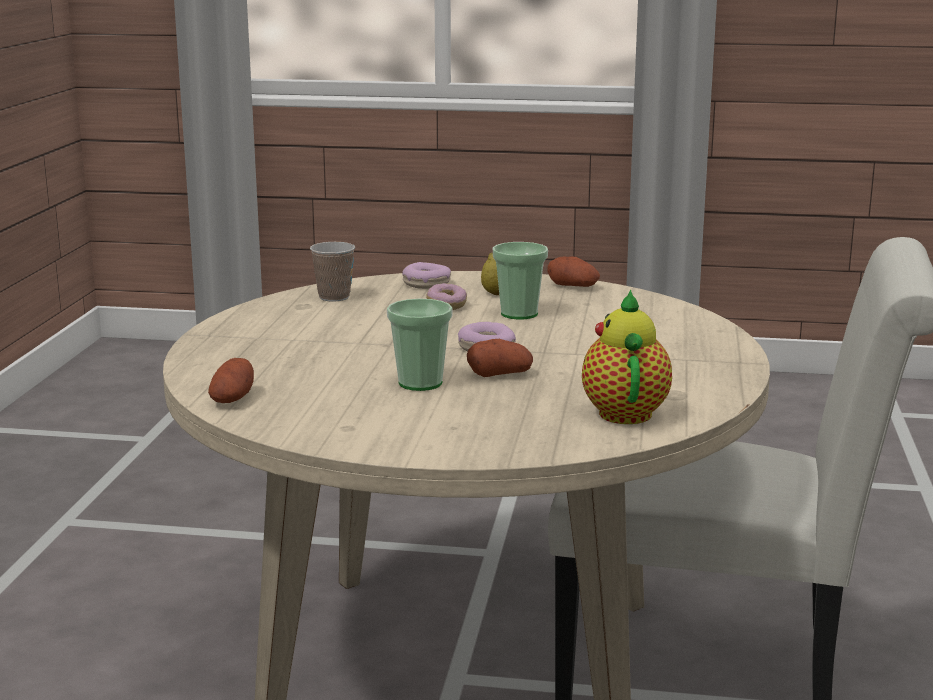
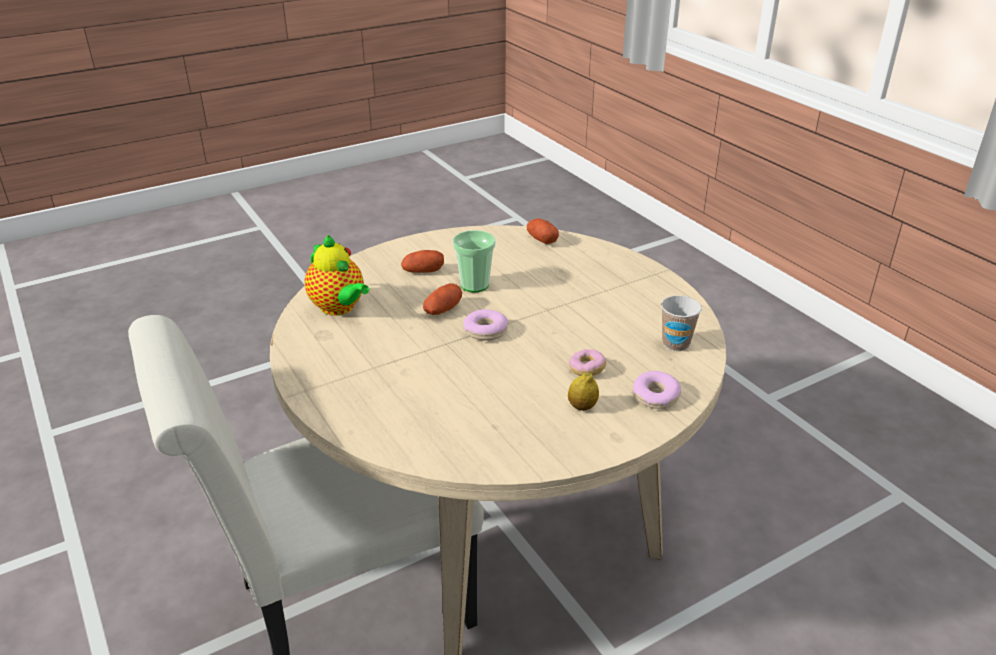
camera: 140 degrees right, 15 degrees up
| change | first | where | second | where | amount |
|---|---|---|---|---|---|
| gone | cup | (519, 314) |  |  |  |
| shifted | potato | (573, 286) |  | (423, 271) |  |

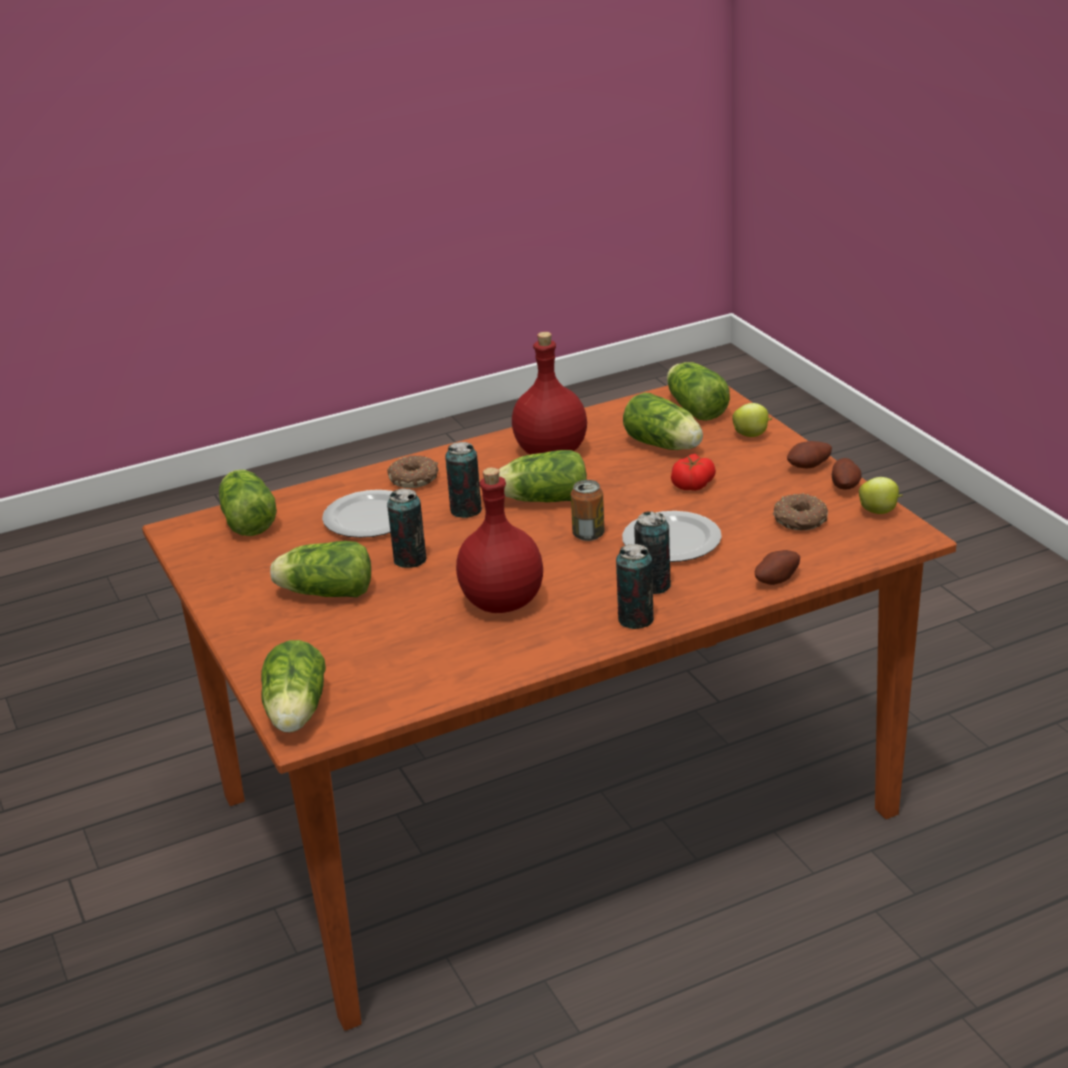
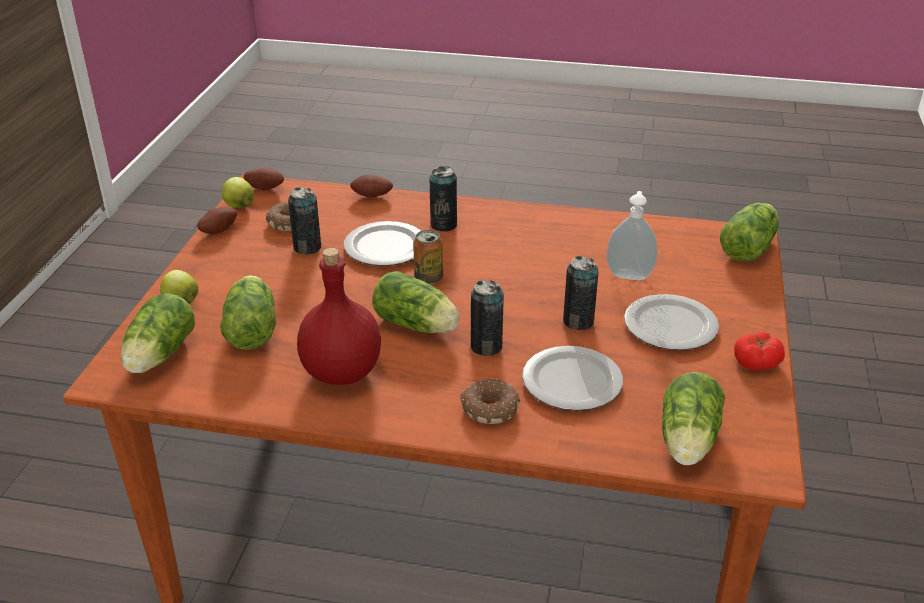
camera: 145 degrees left, 5 degrees up
| change | first | where | second | where | amount |
|---|---|---|---|---|---|
| gone | bottle (red) | (500, 603) |  |  |  |
| new |  |  | soap dispenser | (629, 274) |  |
| shifted | can | (636, 620) |  | (307, 248) |  |
| shifted | tomato | (692, 484) |  | (757, 362) |  |
| shifted | potato | (810, 467) |  | (265, 188) |  |
| swapped | lettuce | (323, 593) | plate | (670, 325) |  |

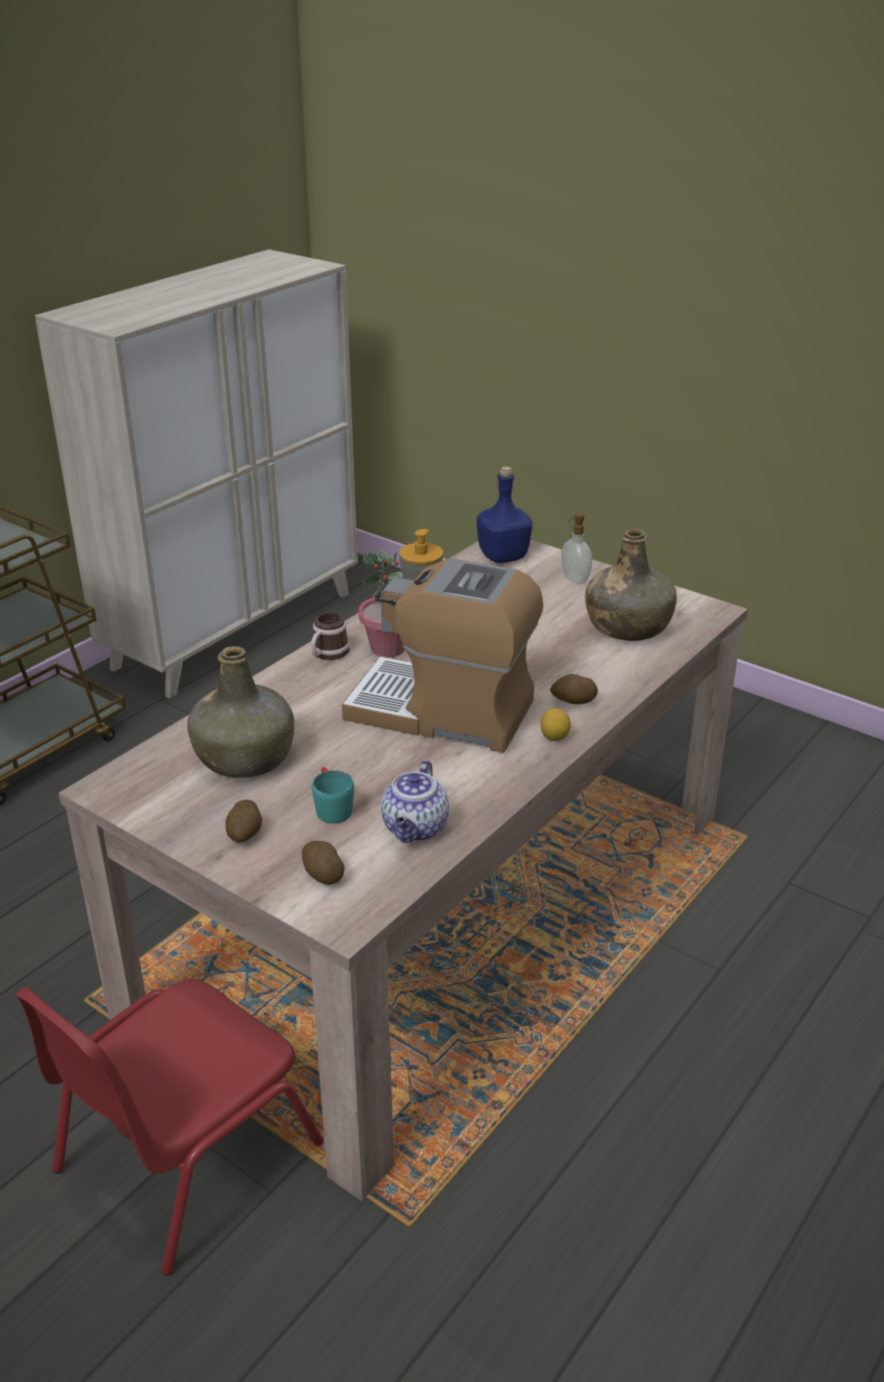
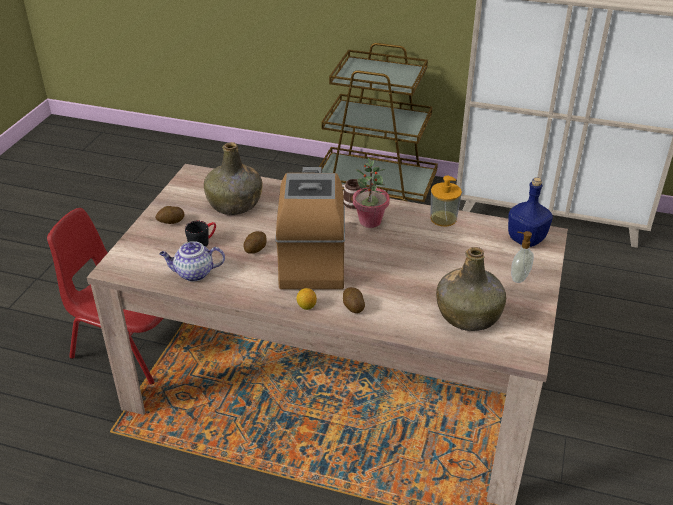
camera: 70 degrees right, 5 degrees up
| change | first | where | second | where | amount |
|---|---|---|---|---|---|
| shifted | potato | (322, 874) |  | (255, 248) |  |
| repainted | mug (turquoise) | (331, 807) | mug (black) | (202, 241) |  |

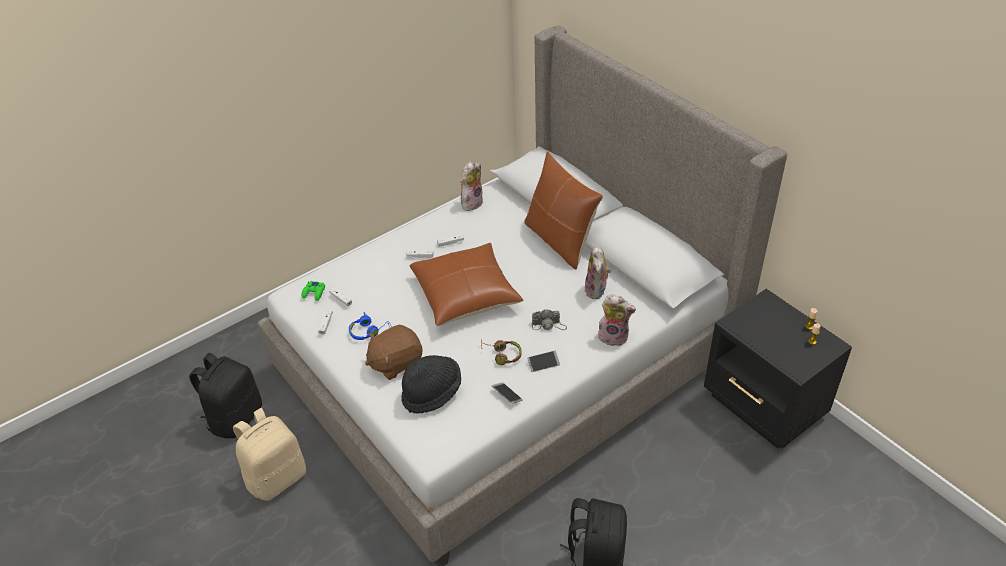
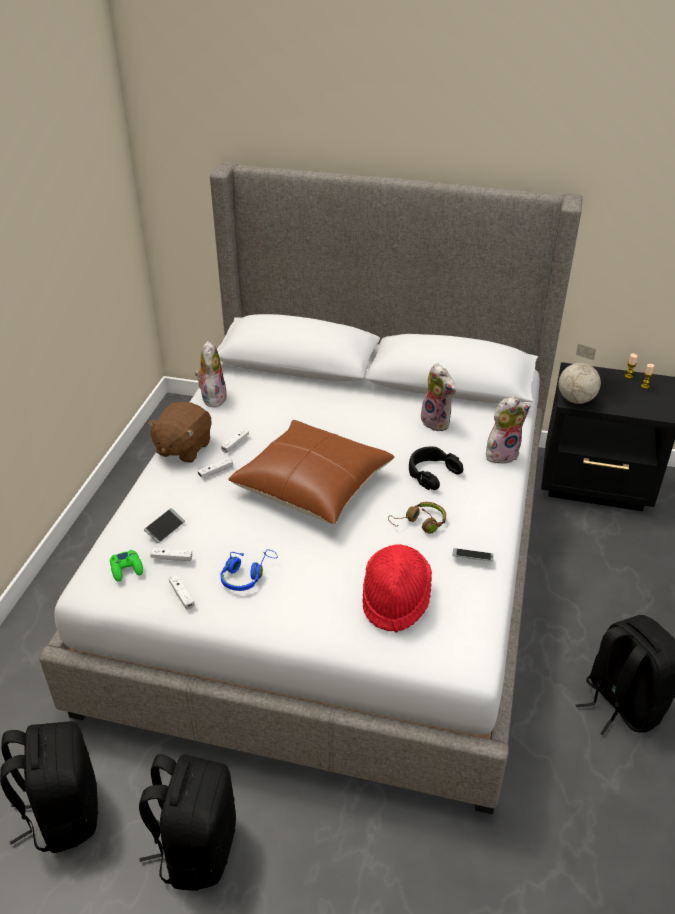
camera: 40 degrees left, 5 degrees down
| change | first | where | second | where | amount |
|---|---|---|---|---|---|
| gone | pillow (brown) | (560, 241) |  |  |  |
| new |  |  | globe | (575, 399) |  |
| shifted | plush toy (brown) | (396, 363) |  | (183, 448) |  |
| shifted | phone | (543, 363) |  | (165, 529) |  |
| swapped | photo camera | (549, 325) | headphones (black) | (432, 473) |  |
| repainted | backpack (beige) | (277, 477) | backpack (black) | (196, 848) |  |
| repainted | hat (black) | (432, 393) | hat (red) | (395, 599) |  |

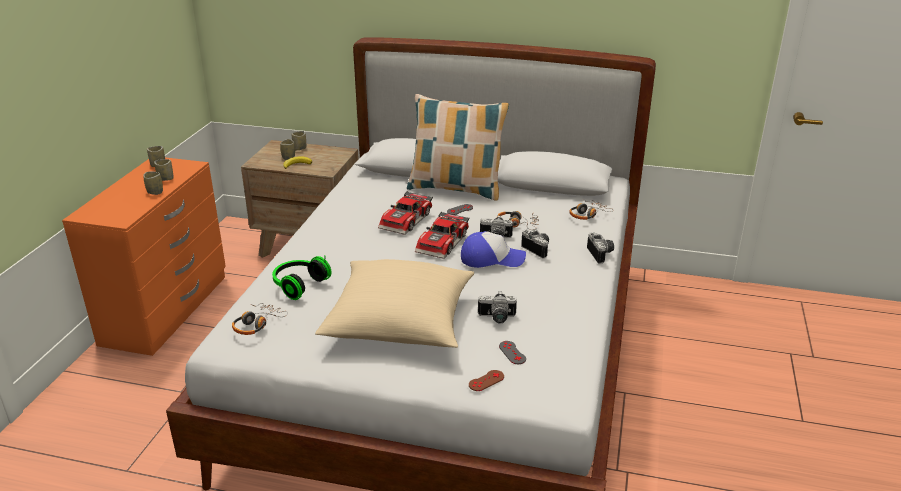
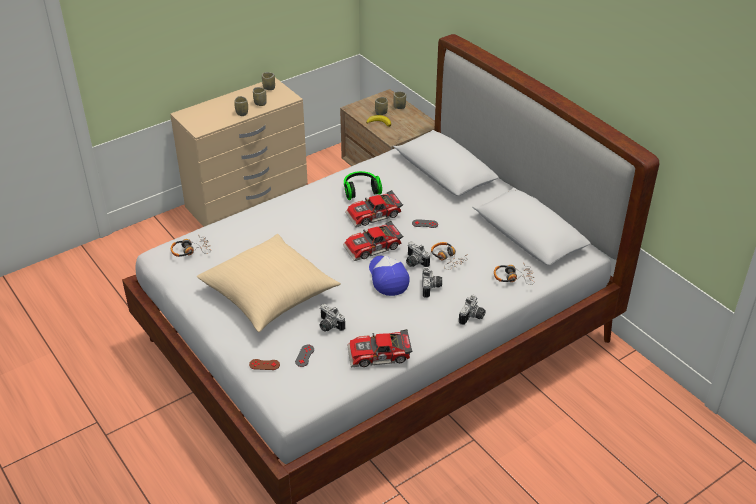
camera: 40 degrees right, 10 degrees up
| change | first | where | second | where | amount |
|---|---|---|---|---|---|
| gone | pillow | (456, 188) |  |  |  |
| new |  |  | toy car | (379, 356) |  |
| shifted | headphones | (298, 285) |  | (361, 190) |  |
| repainted | dresser (orange) | (167, 309) | dresser (beige) | (248, 199) |  |
| rotated | cap | (491, 258) |  | (387, 278) | 150 degrees counterclockwise |

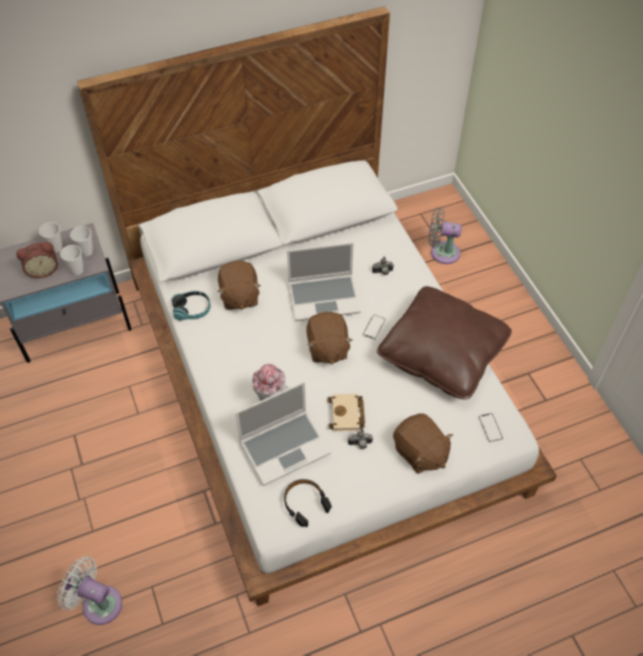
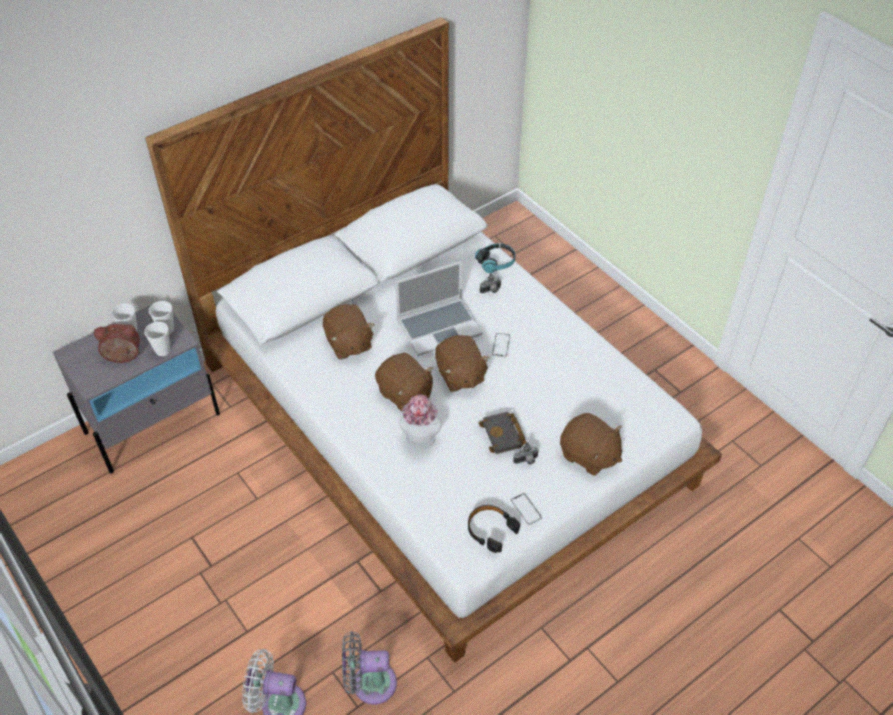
camera: 15 degrees left, 5 degrees down
| change | first | where | second | where | amount |
|---|---|---|---|---|---|
| gone | laptop | (285, 446) |  |  |  |
| gone | pillow (brown) | (442, 353) |  |  |  |
| new |  |  | plush toy (brown) | (404, 394) |  |
| shifted | headphones | (192, 310) |  | (496, 262) |  |
| shifted | fan (grey) | (441, 252) |  | (369, 683) |  |
| shifted | phone | (490, 428) |  | (526, 509) |  |
| repainted | book (beige) | (347, 415) | book (black) | (504, 435) |  |
| rotated | alarm clock | (43, 270) |  | (123, 358) | 150 degrees counterclockwise |

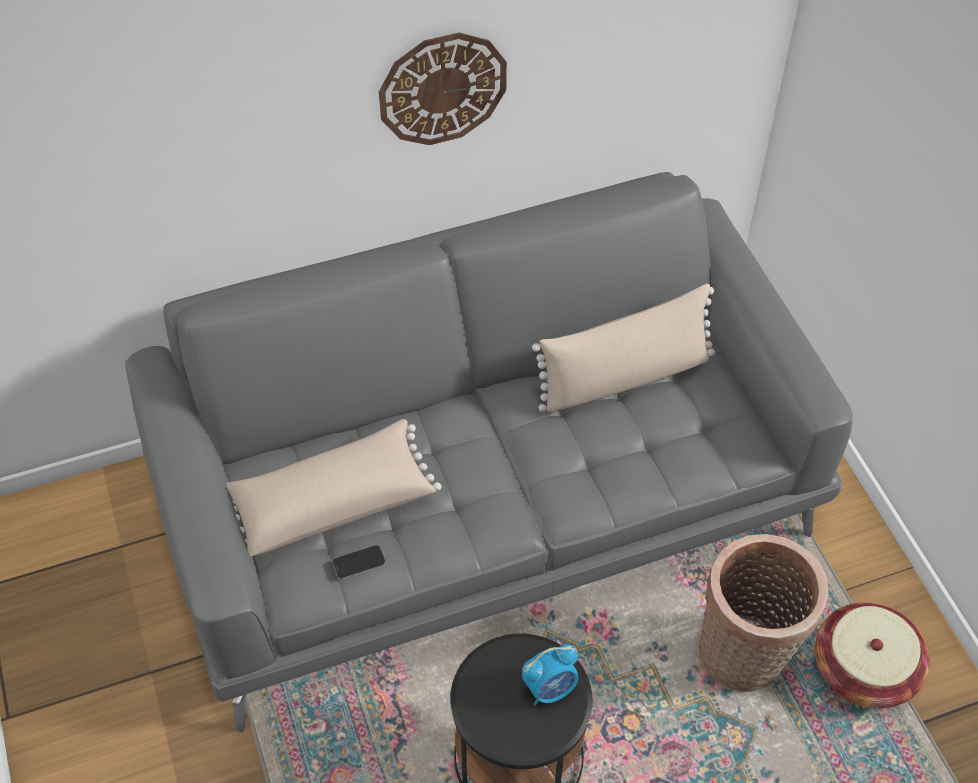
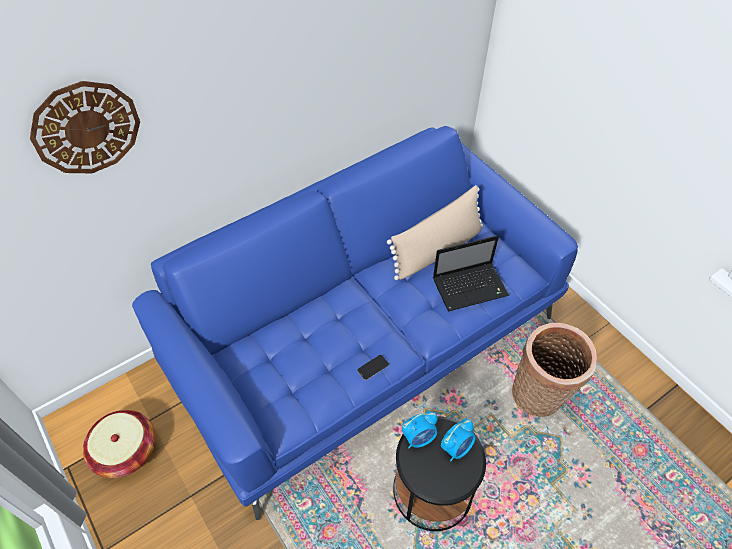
camera: 15 degrees left, 0 degrees up
| change | first | where | second | where | amount |
|---|---|---|---|---|---|
| gone | pillow (beige) | (331, 501) |  |  |  |
| new |  |  | alarm clock | (419, 438) |  |
| new |  |  | laptop | (471, 287) |  |
| shifted | phone | (359, 563) |  | (373, 367) |  |
| shifted | wall clock | (442, 88) |  | (86, 128) |  |
| shifted | basket | (864, 669) |  | (126, 451) |  |
| repainted | sofa (grey) | (488, 497) | sofa (blue) | (366, 337) |  |

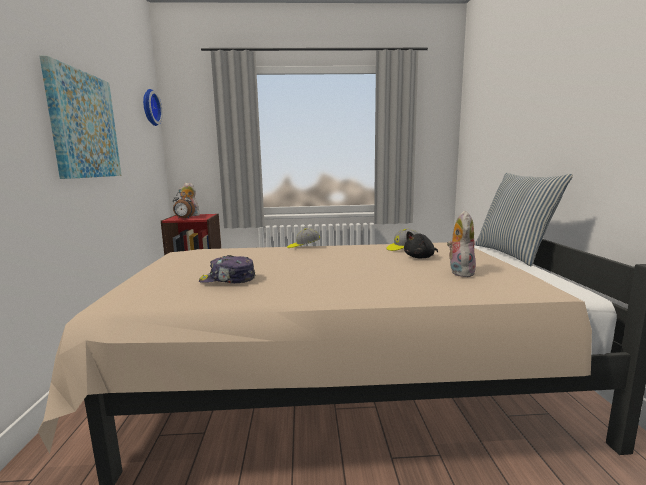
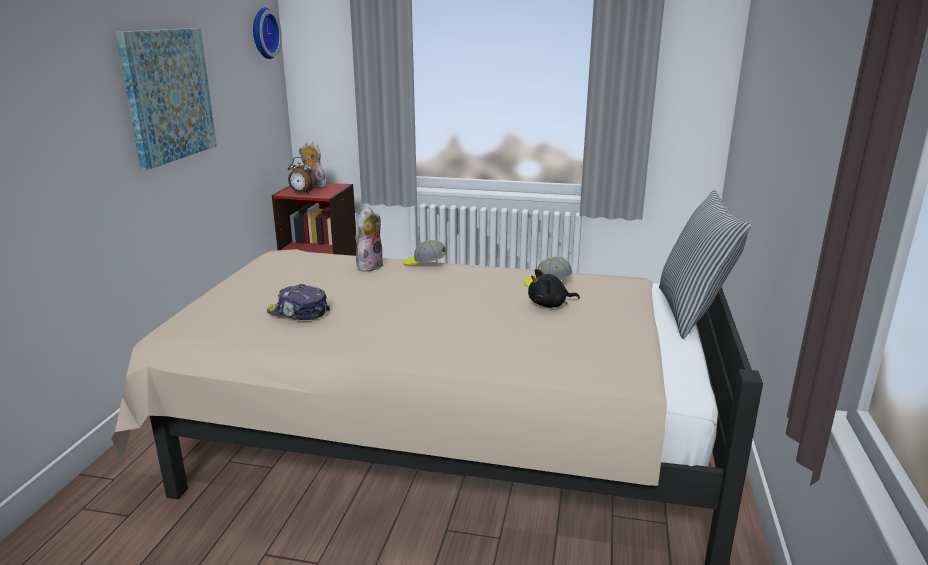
camera: 15 degrees right, 10 degrees up
| change | first | where | second | where | amount |
|---|---|---|---|---|---|
| shifted | plush toy | (459, 272) |  | (369, 266) |  |

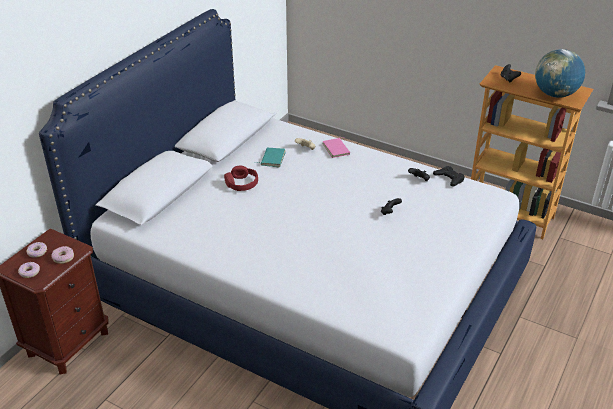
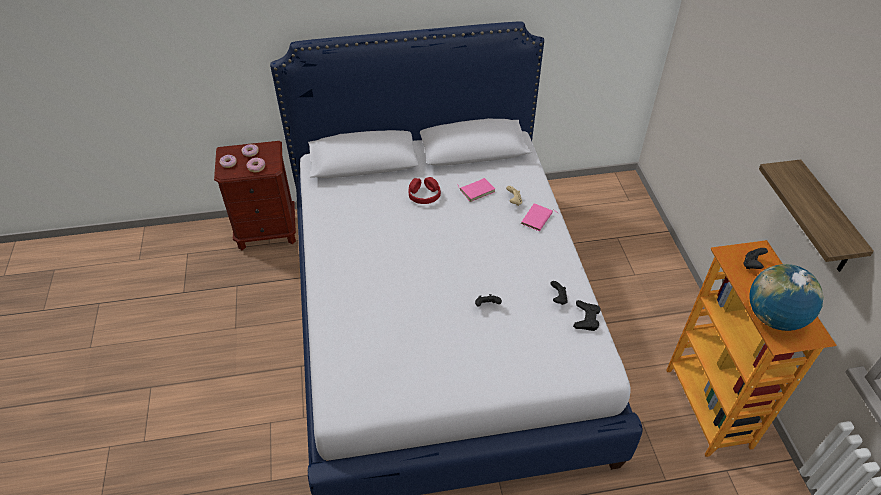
camera: 50 degrees right, 10 degrees up
| change | first | where | second | where | amount |
|---|---|---|---|---|---|
| new |  |  | shelf | (825, 220) |  |
| repainted | book (turquoise) | (272, 158) | book (pink) | (476, 190) |  |

